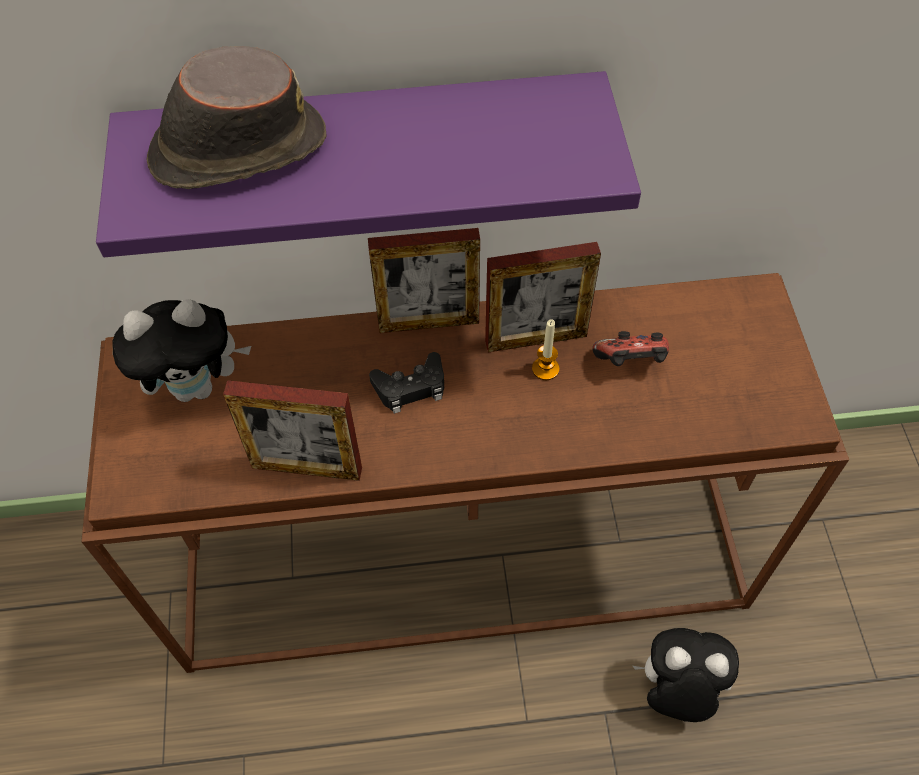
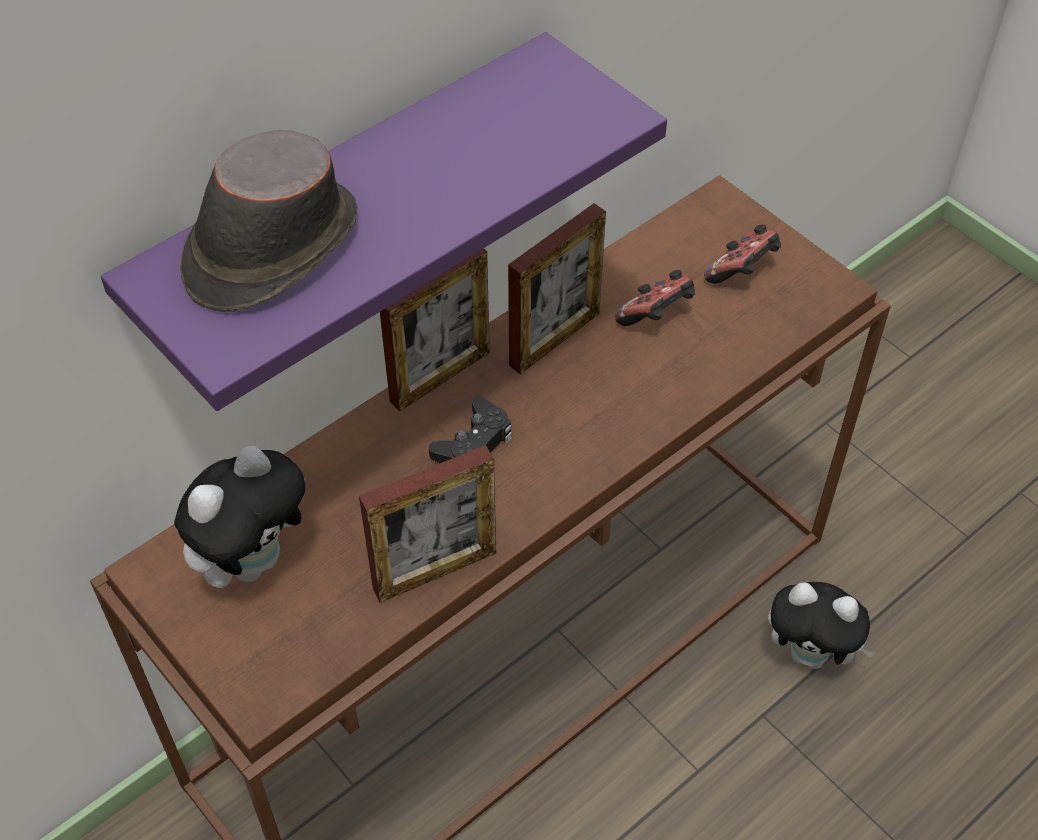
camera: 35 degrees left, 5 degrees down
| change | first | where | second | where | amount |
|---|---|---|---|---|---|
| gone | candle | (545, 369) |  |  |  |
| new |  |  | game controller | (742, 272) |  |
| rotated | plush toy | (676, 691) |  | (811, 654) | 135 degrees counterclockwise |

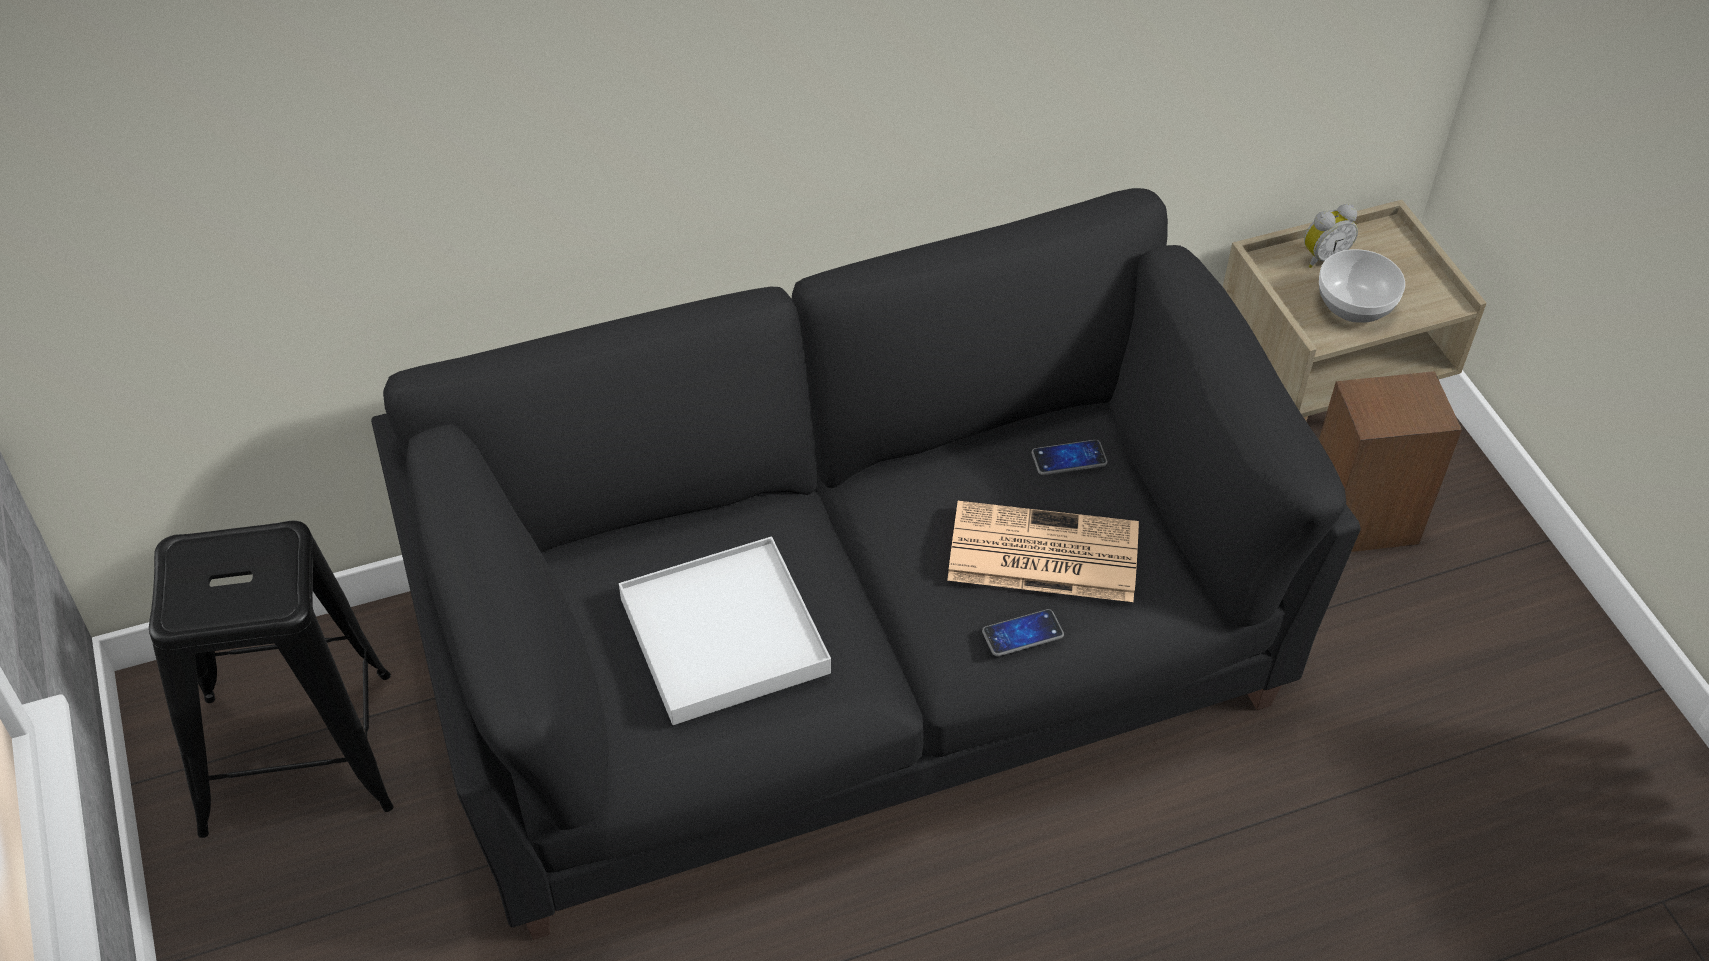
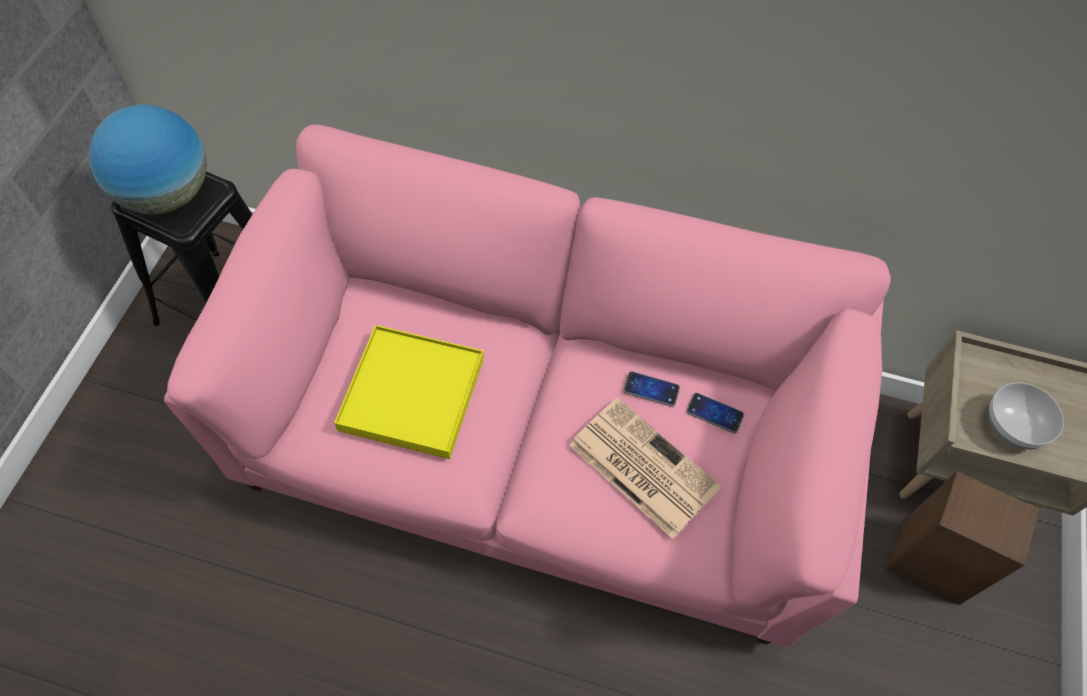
camera: 35 degrees right, 10 degrees up
| change | first | where | second | where | amount |
|---|---|---|---|---|---|
| gone | alarm clock | (1322, 257) |  |  |  |
| new |  |  | globe | (167, 195) |  |
| shifted | phone | (1022, 634) |  | (651, 389) |  |
| repainted | sofa (black) | (849, 658) | sofa (pink) | (539, 441) |  |
| repainted | tray (white) | (724, 635) | tray (yellow) | (412, 394) |  |

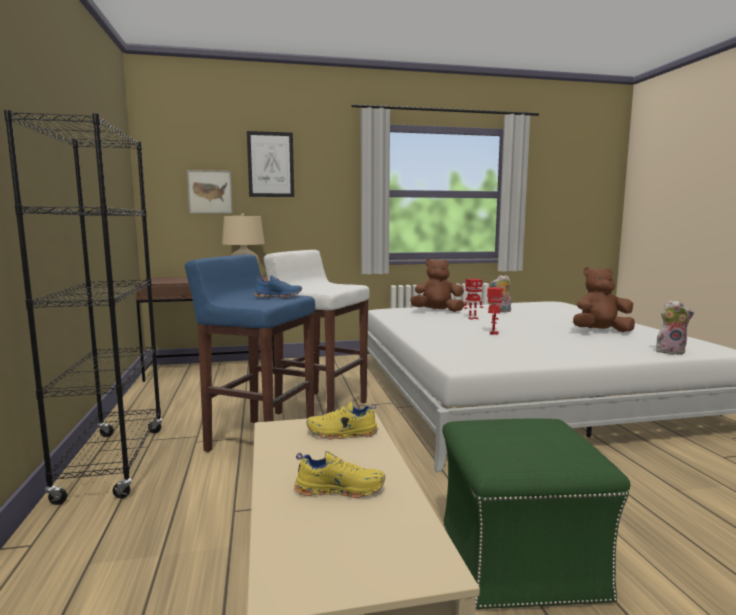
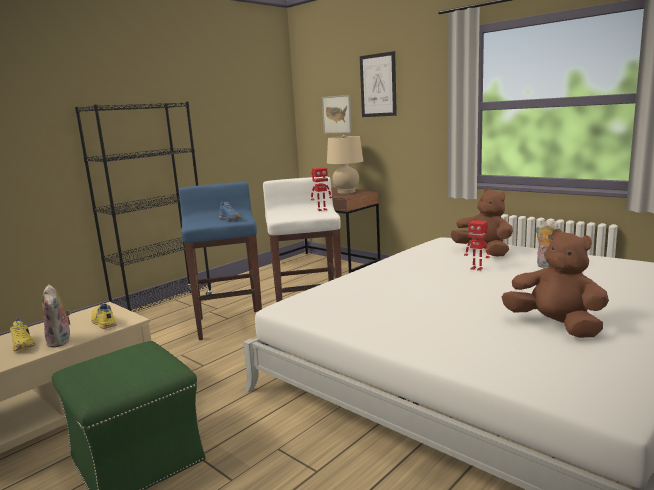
camera: 55 degrees right, 5 degrees up
| change | first | where | second | where | amount |
|---|---|---|---|---|---|
| shifted | toy robot | (493, 333) |  | (322, 210) |  |
| shifted | plush toy | (670, 351) |  | (61, 341) |  |

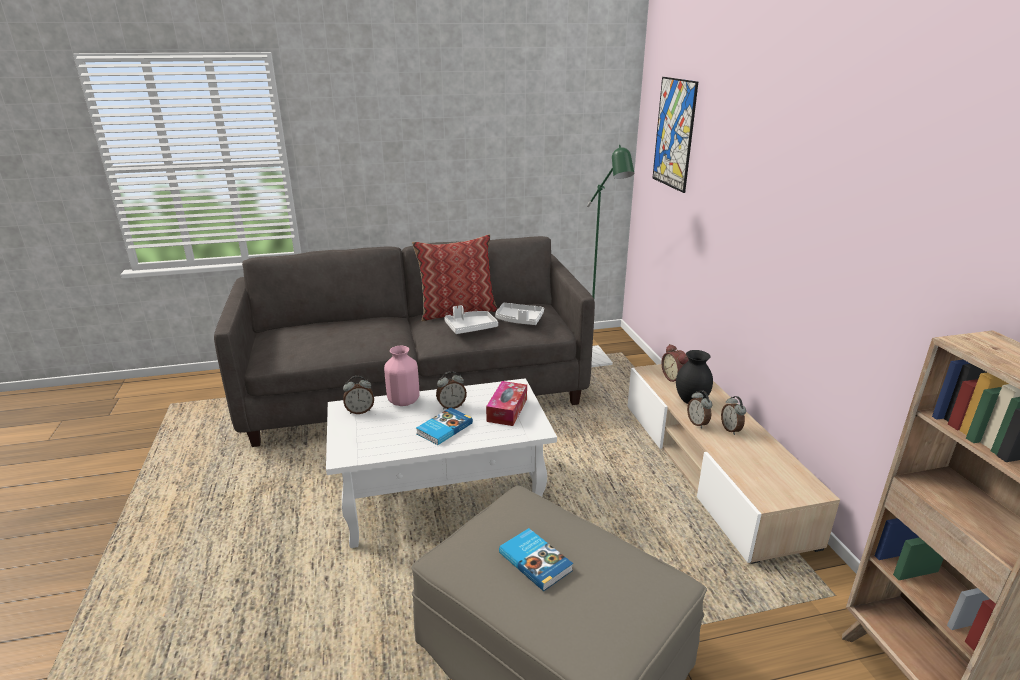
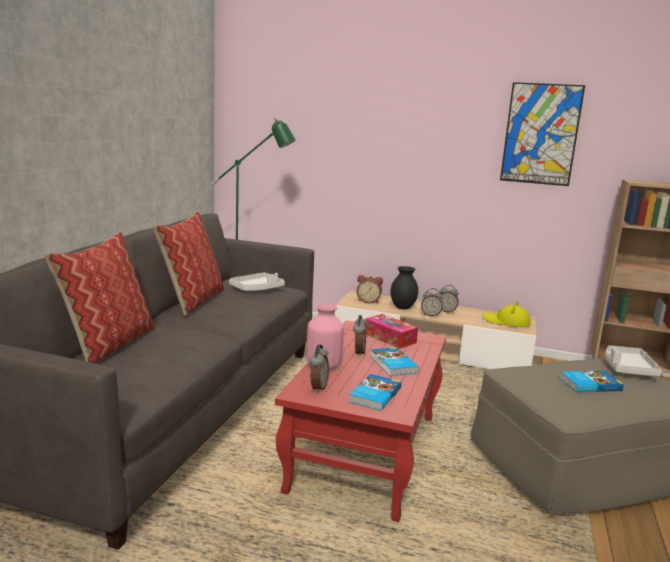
camera: 60 degrees left, 10 degrees down
| change | first | where | second | where | amount |
|---|---|---|---|---|---|
| new |  |  | pillow | (108, 344) |  |
| new |  |  | book | (374, 395) |  |
| new |  |  | hat (yellow) | (506, 322) |  |
| shifted | tray (white) | (470, 328) |  | (627, 368) |  |
| shifted | picture | (674, 134) |  | (540, 134) |  |
| repainted | coffee table (white) | (443, 497) | coffee table (red) | (365, 451) |  |

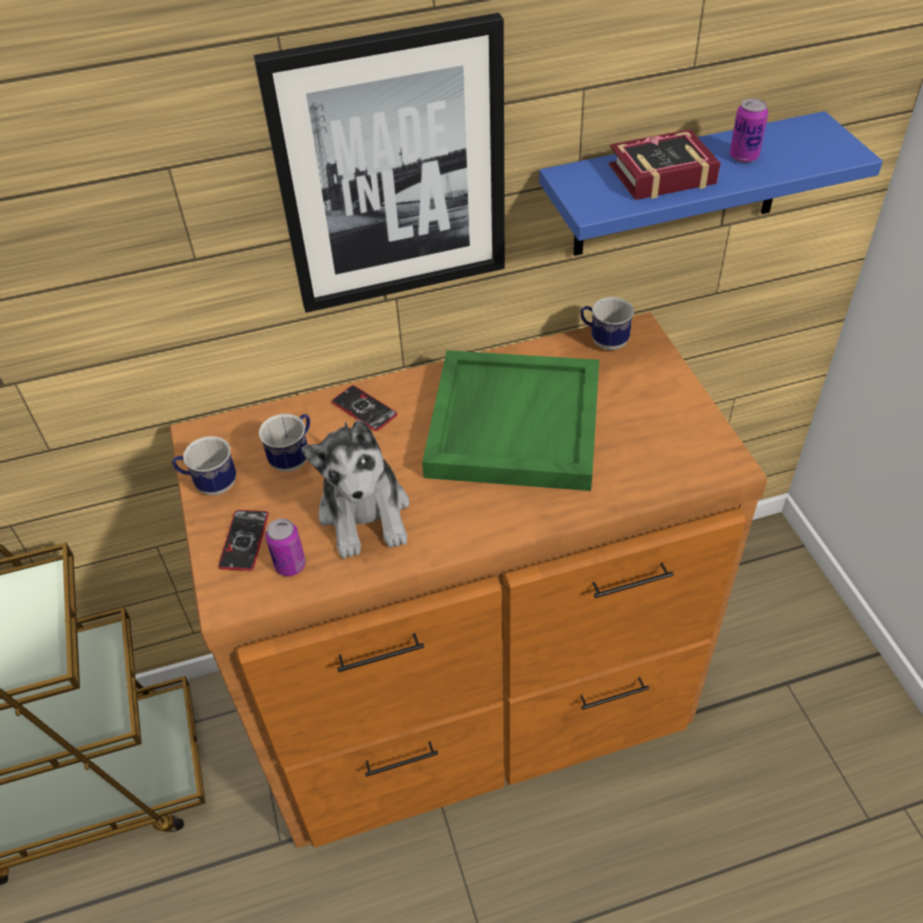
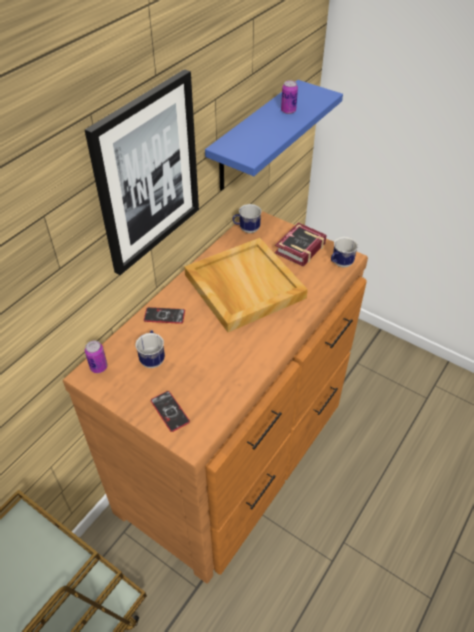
camera: 40 degrees left, 0 degrees up
| change | first | where | second | where | amount |
|---|---|---|---|---|---|
| gone | plush toy | (365, 513) |  |  |  |
| shifted | mug | (210, 485) |  | (340, 264) |  |
| shifted | can | (290, 565) |  | (99, 367) |  |
| shifted | book | (656, 174) |  | (298, 249) |  |
| repainted | tray (green) | (513, 423) | tray (beige) | (243, 286) |  |

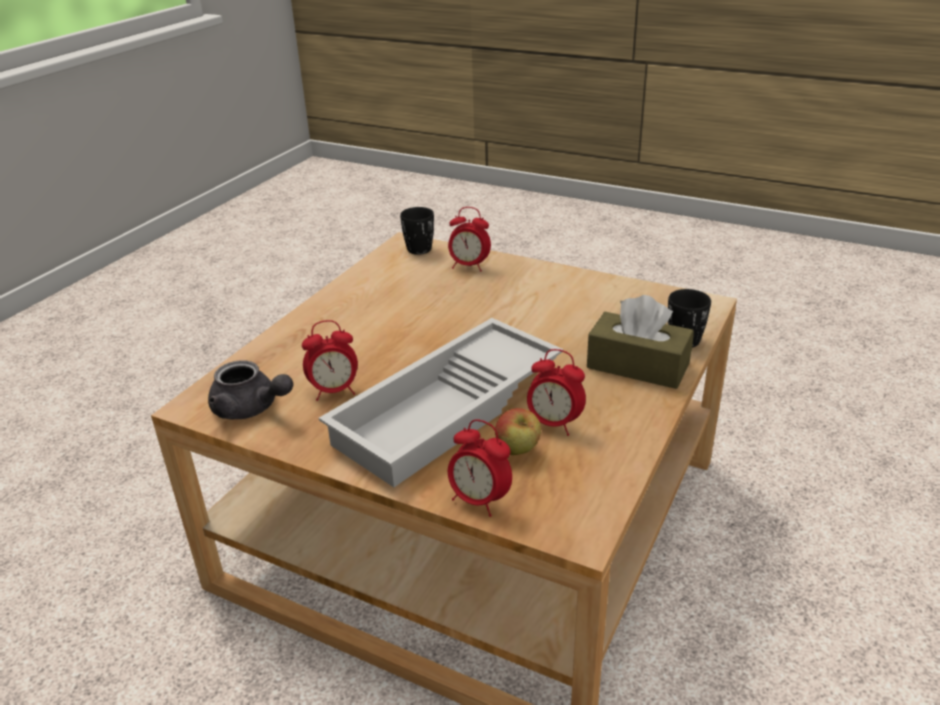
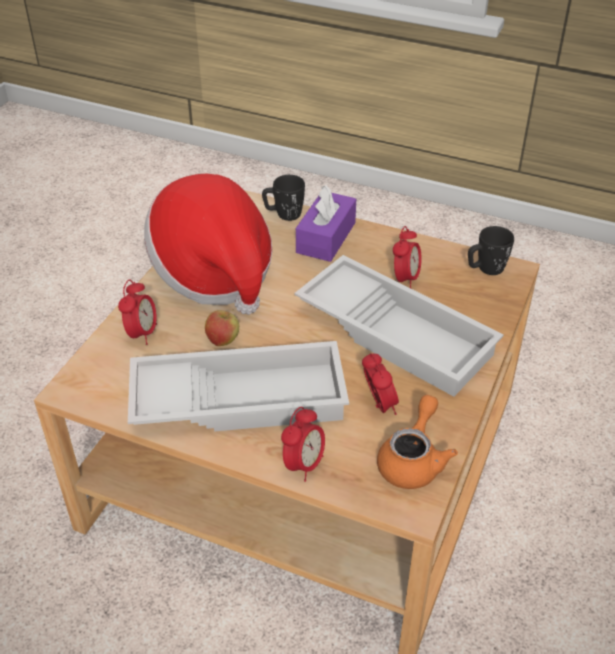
camera: 95 degrees left, 10 degrees up
| change | first | where | second | where | amount |
|---|---|---|---|---|---|
| new |  |  | tray (white) | (240, 397) |  |
| new |  |  | hat | (213, 273) |  |
| shifted | mug (black) | (418, 247) |  | (486, 269) |  |
| shifted | alarm clock | (479, 500) |  | (304, 465) |  |
| shifted | apple | (518, 451) |  | (223, 341) |  |
| repainted | teapot (grey) | (251, 409) | teapot (orange) | (413, 460) |  |
| repainted | tissue box (brown) | (637, 366) | tissue box (purple) | (326, 237) |  |

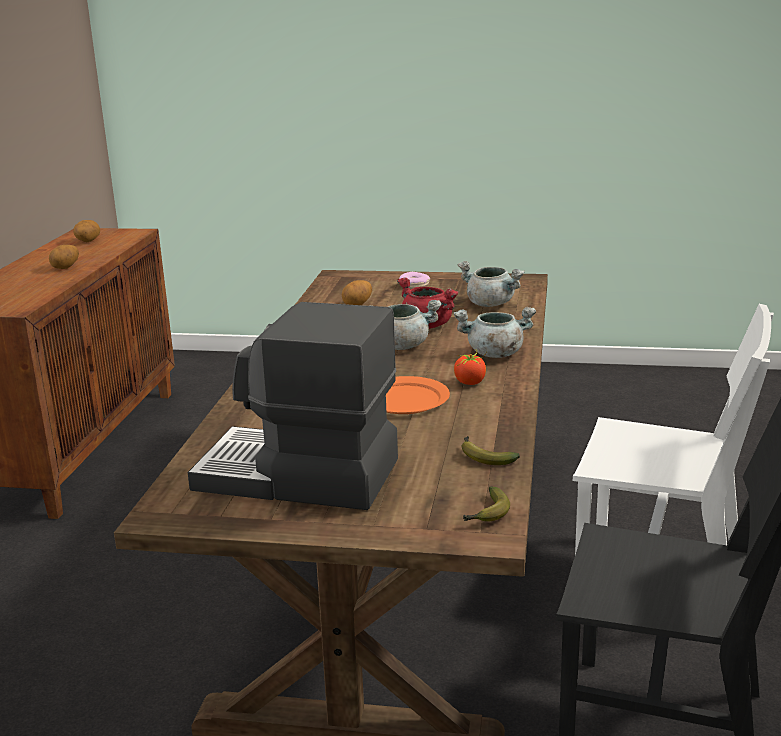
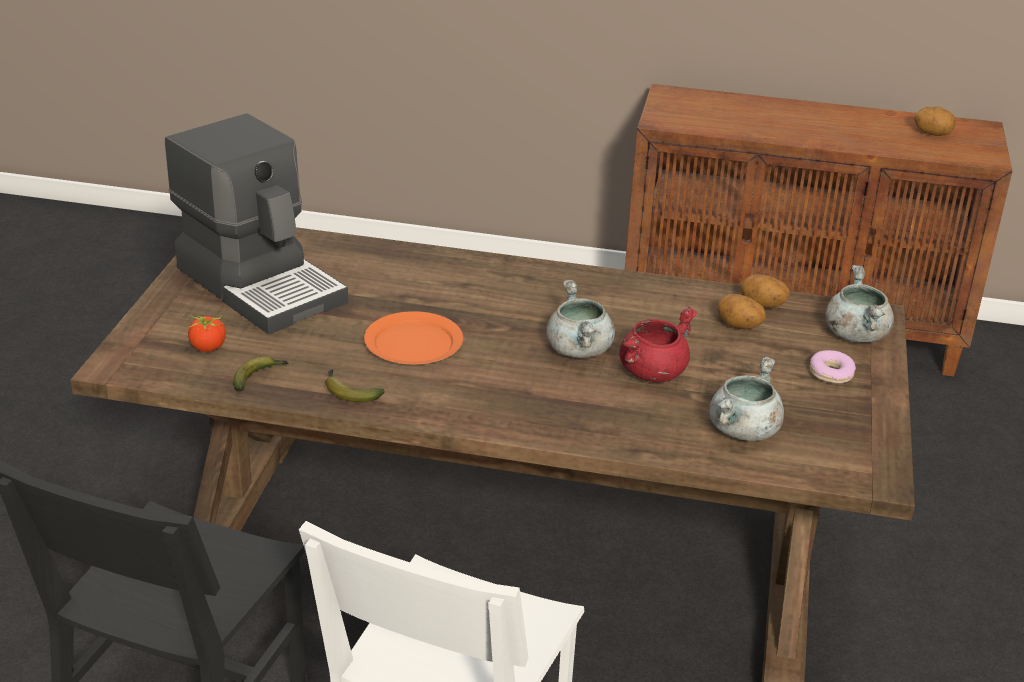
camera: 90 degrees right, 10 degrees up
| change | first | where | second | where | amount |
|---|---|---|---|---|---|
| shifted | potato | (66, 268) |  | (762, 306) |  |
| shifted | cooking pot (grey) | (495, 354) |  | (855, 334) |  |
| shifted | tomato | (470, 382) |  | (208, 347) |  |
| shifted | banana | (487, 514) |  | (349, 392) |  |
| rotated | coffee machine | (298, 476) |  | (262, 284) | 120 degrees clockwise |

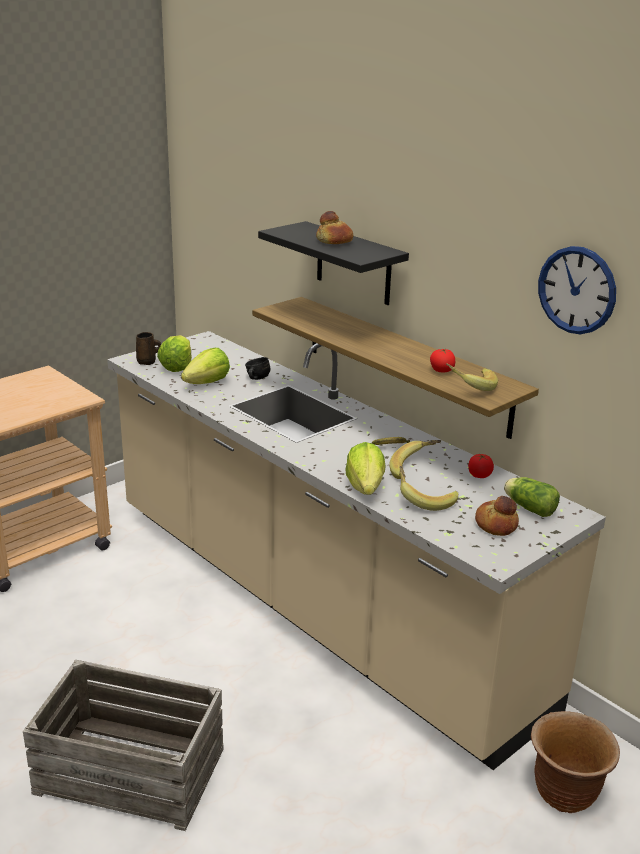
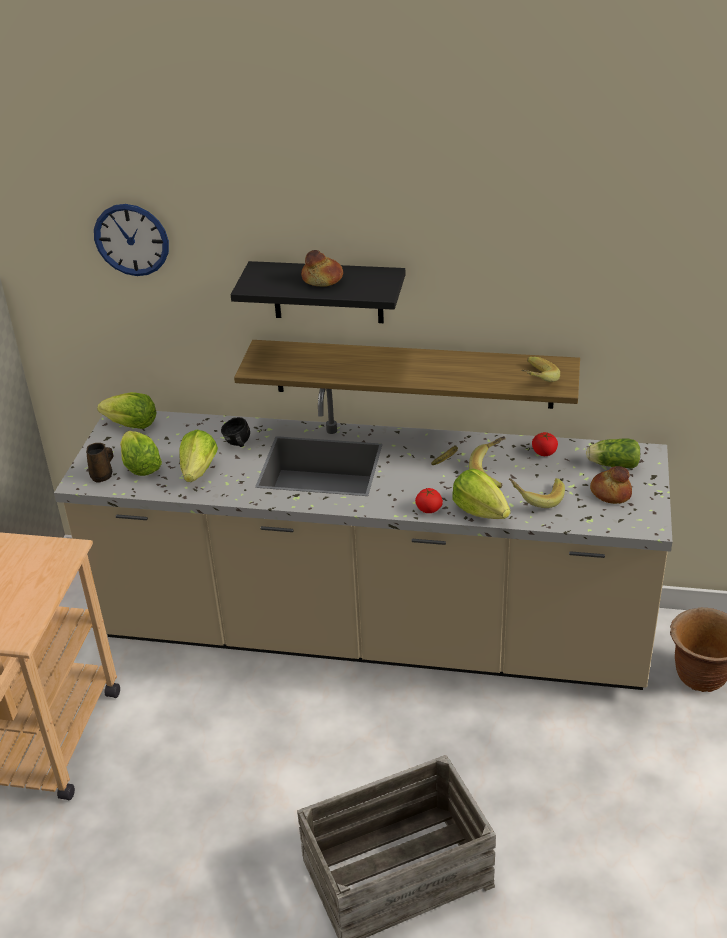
camera: 35 degrees left, 10 degrees up
| change | first | where | second | where | amount |
|---|---|---|---|---|---|
| new |  |  | lettuce | (131, 425) |  |
| shifted | tomato | (442, 371) |  | (429, 509) |  |
| shifted | wall clock | (576, 290) |  | (131, 239) |  |

